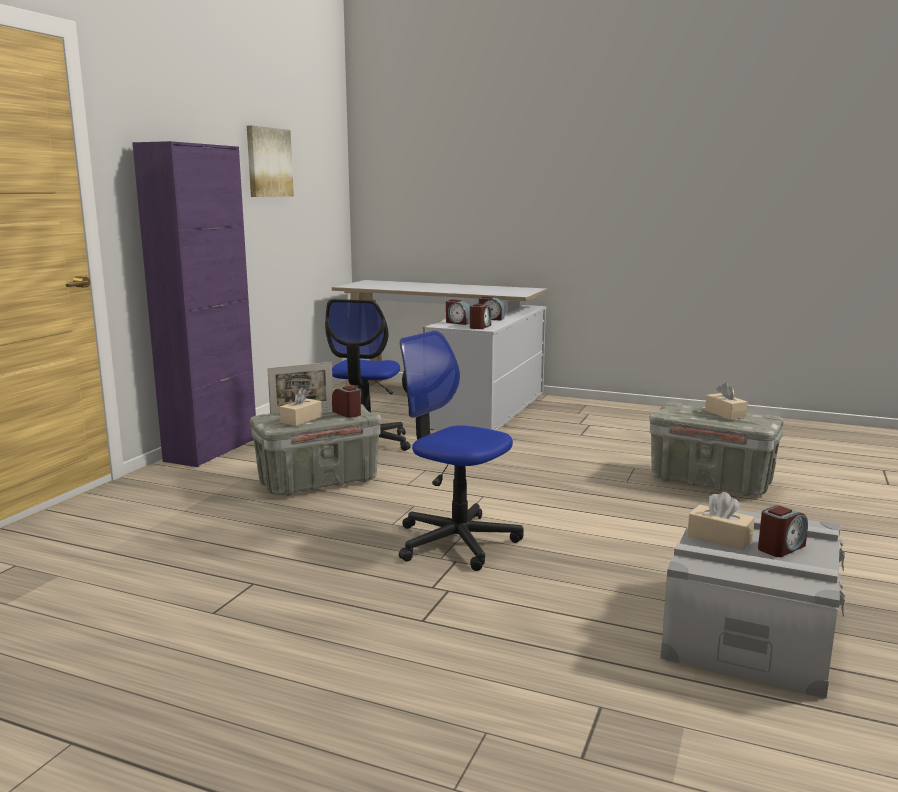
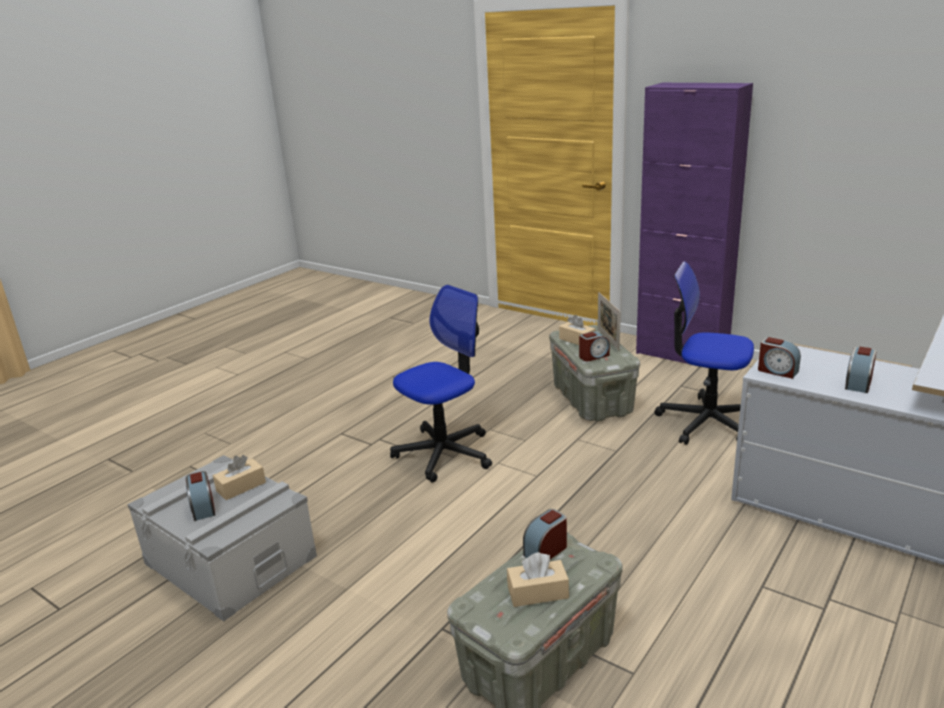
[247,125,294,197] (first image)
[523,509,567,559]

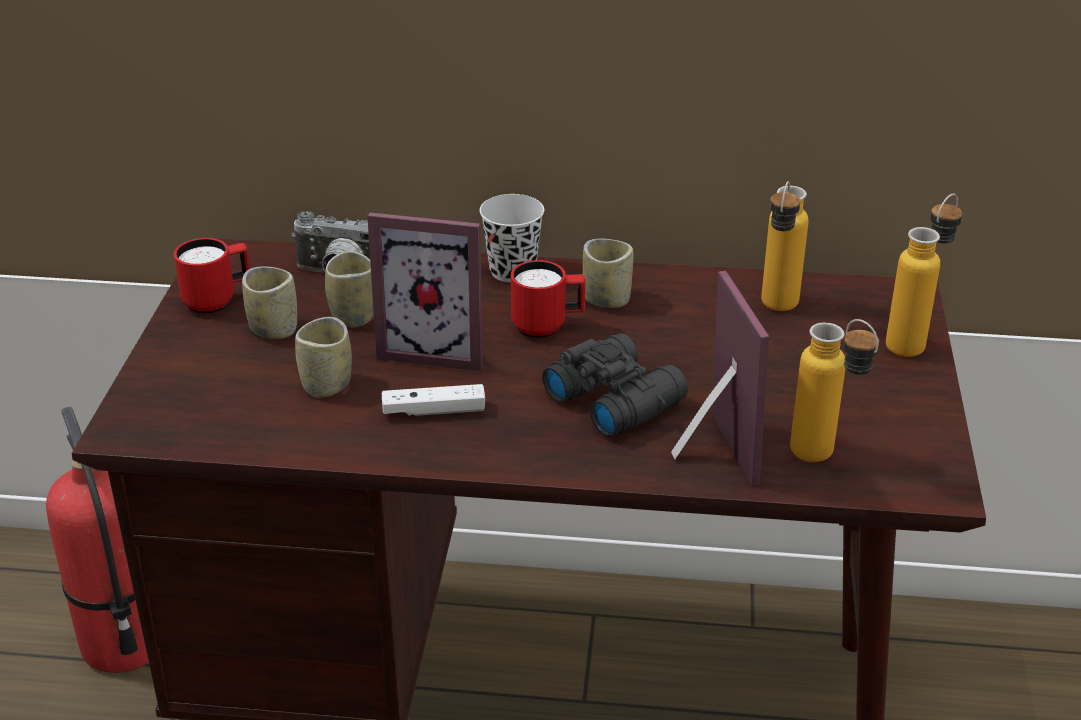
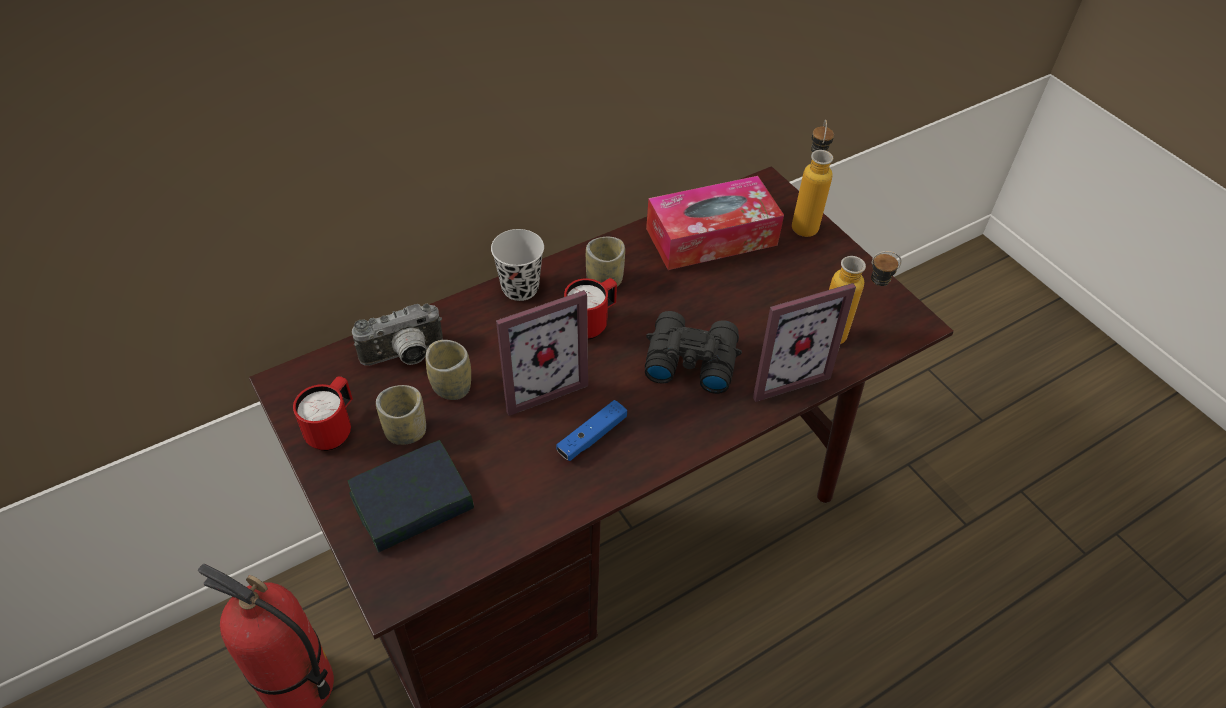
[295,317,352,398] (first image)
[556,400,627,461]
[753,283,856,402]
[646,176,784,270]
[348,440,474,553]

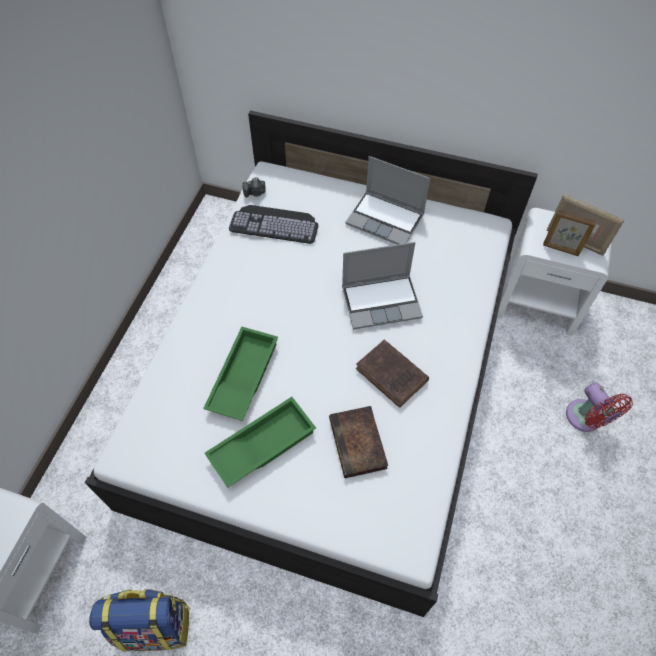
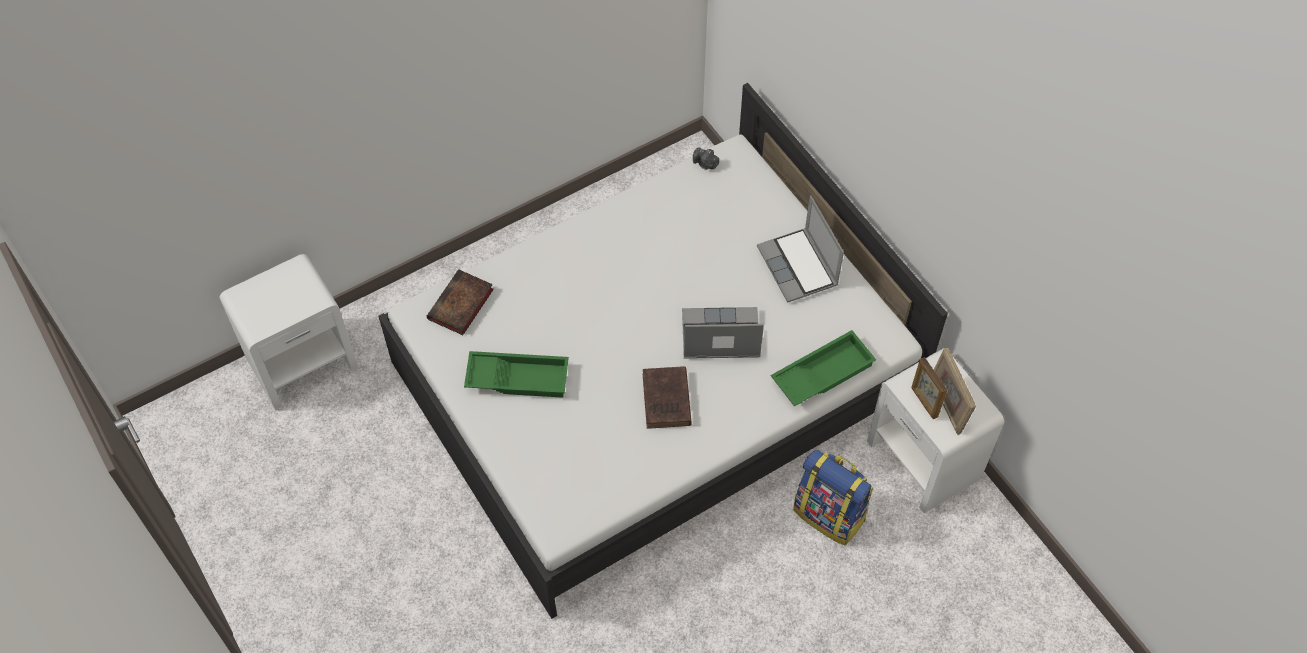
[793,450,873,546]
[771,330,876,406]
[229,205,319,244] (first image)
[427,269,494,335]
[682,307,764,359]
[566,383,633,432] (first image)

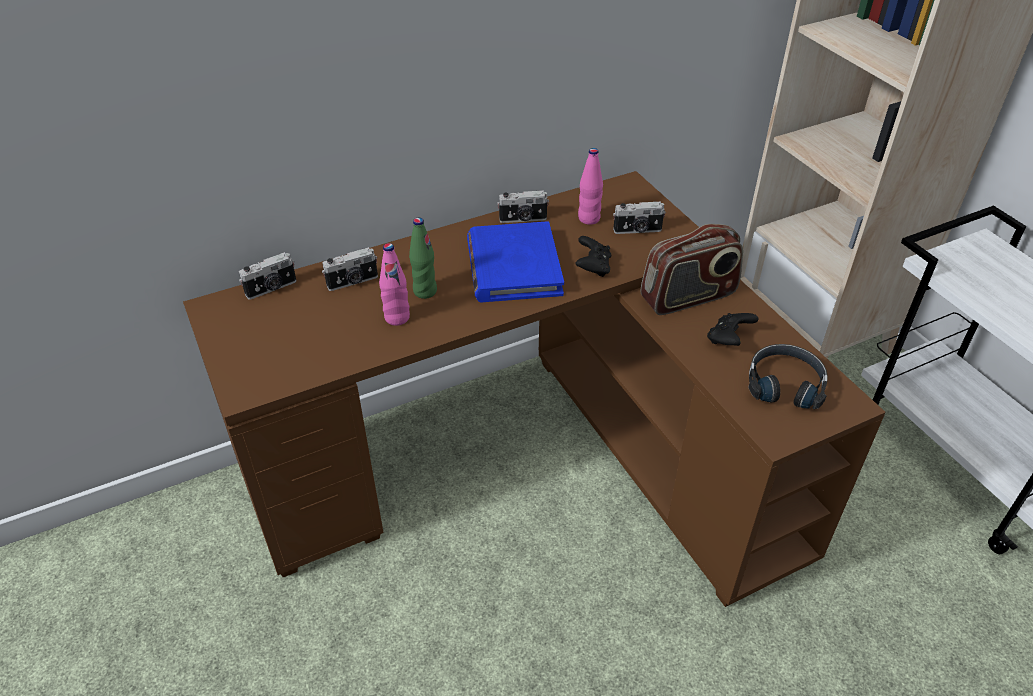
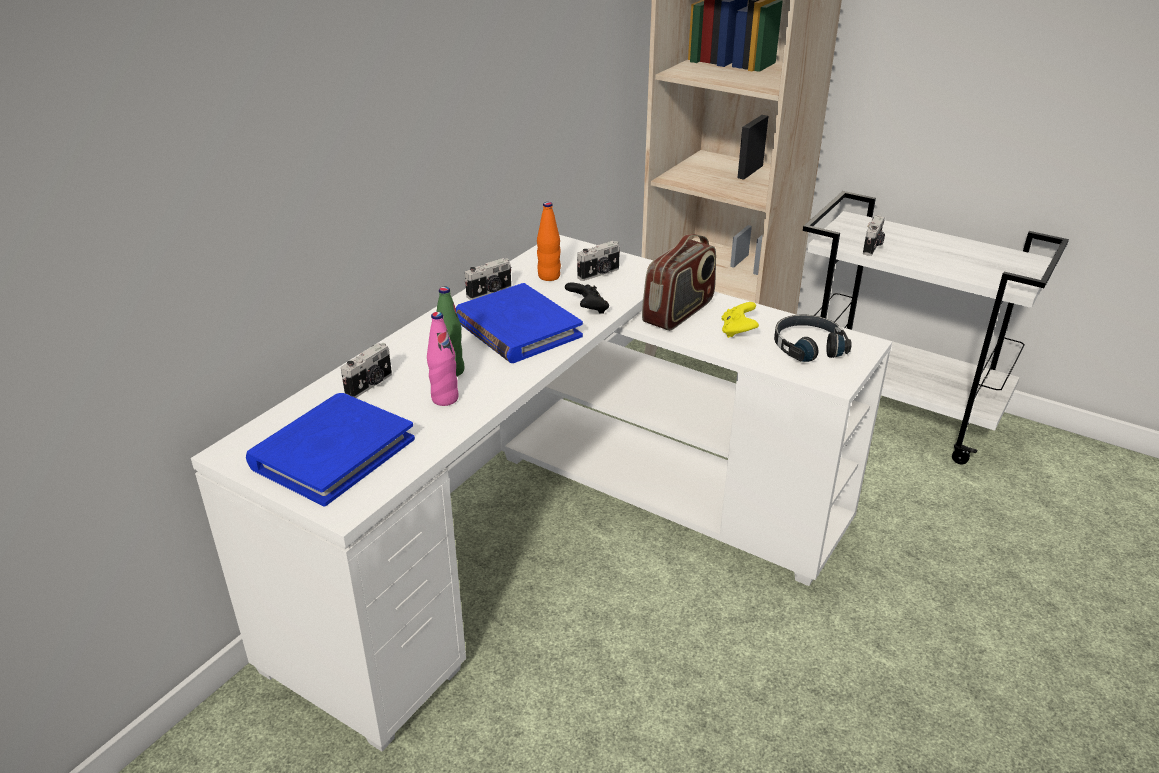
[191,235,892,751]
[863,215,885,256]
[537,202,561,281]
[722,302,759,338]
[246,393,415,506]

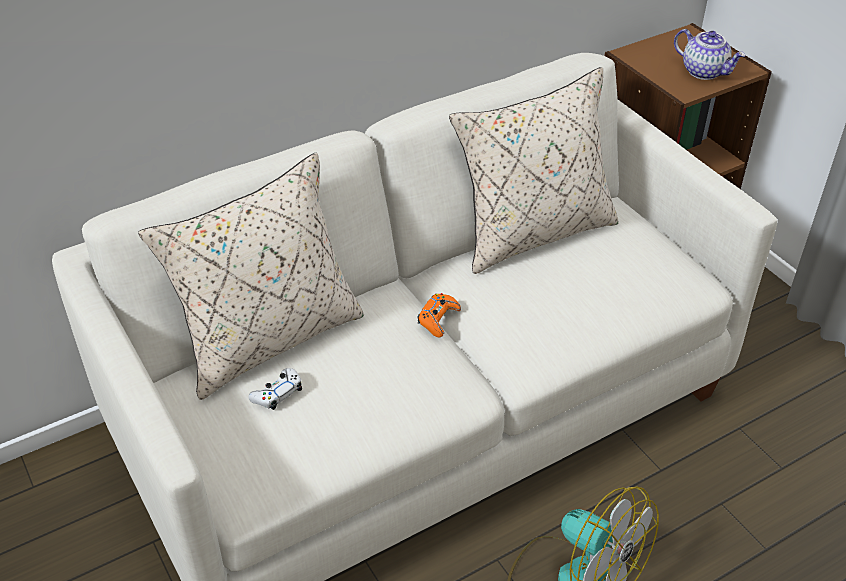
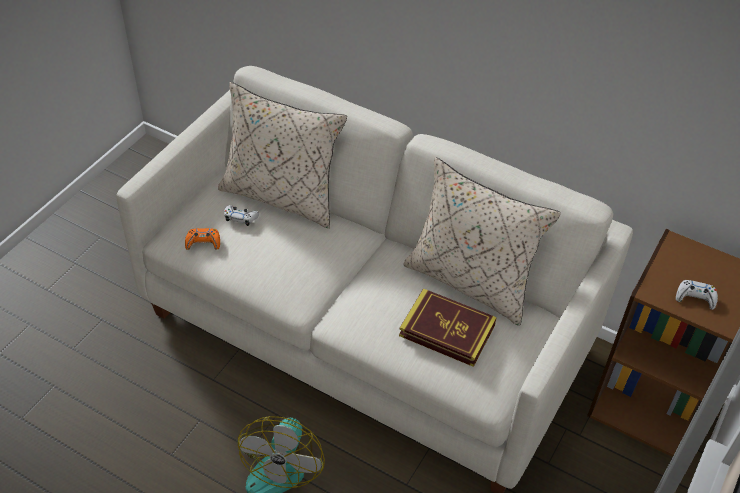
[185,228,220,250]
[676,280,718,310]
[399,288,497,367]

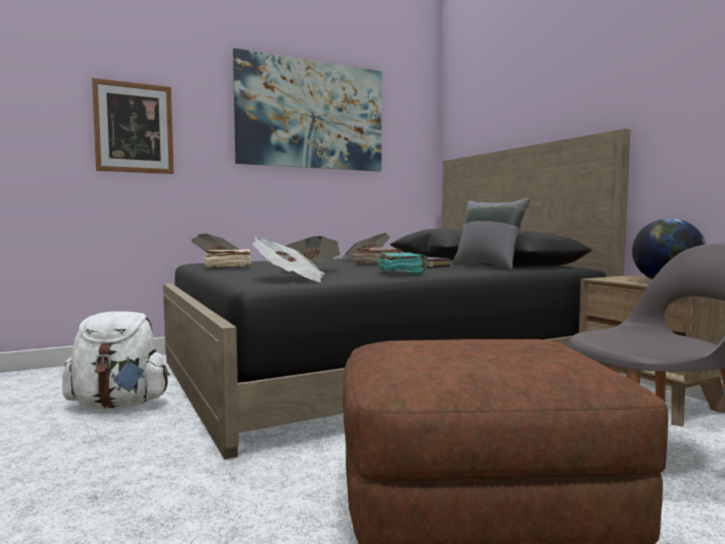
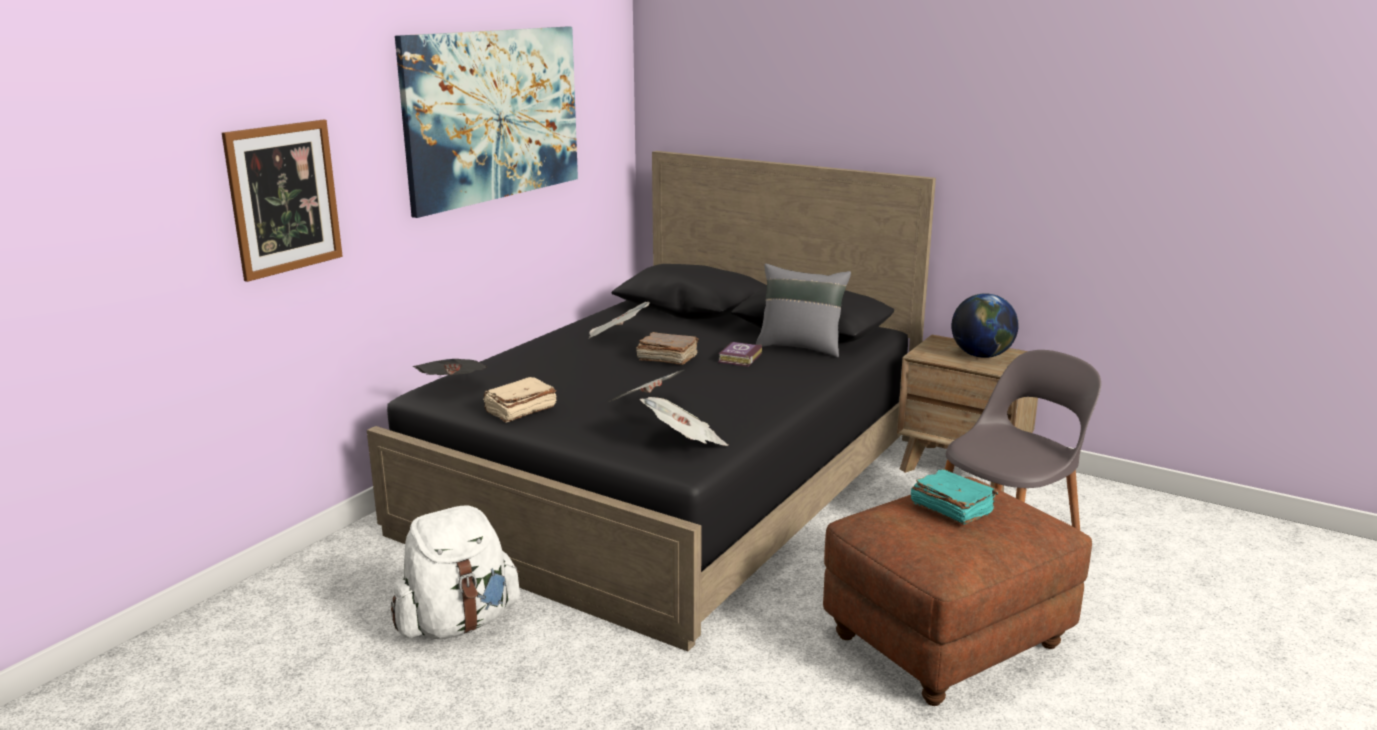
[911,469,998,525]

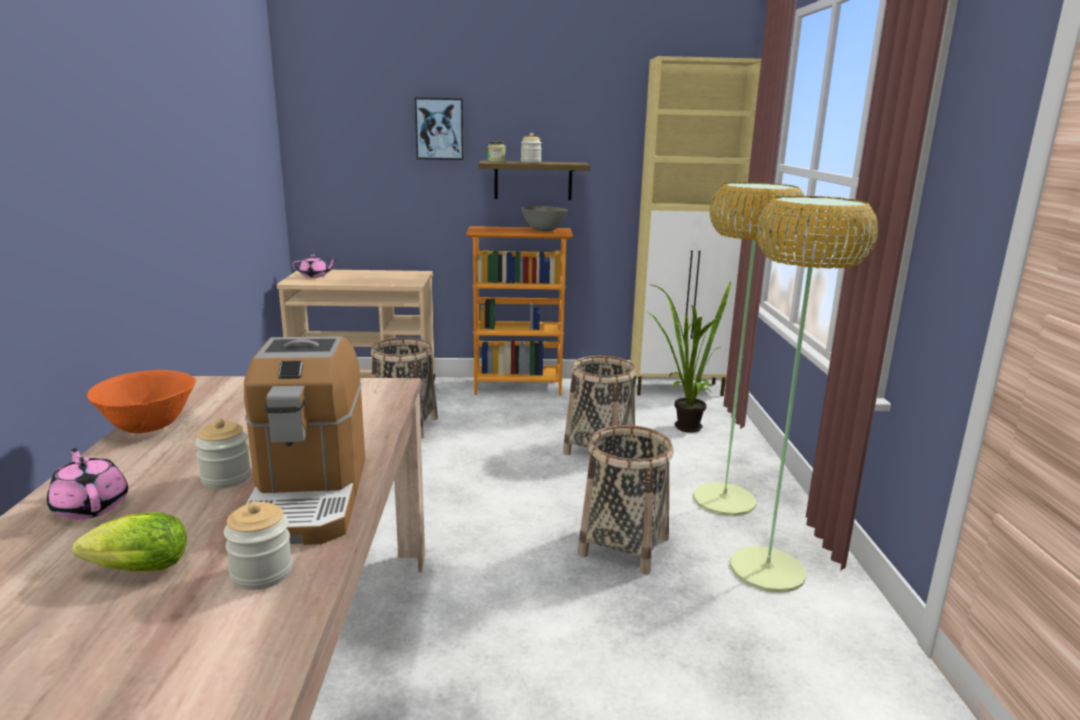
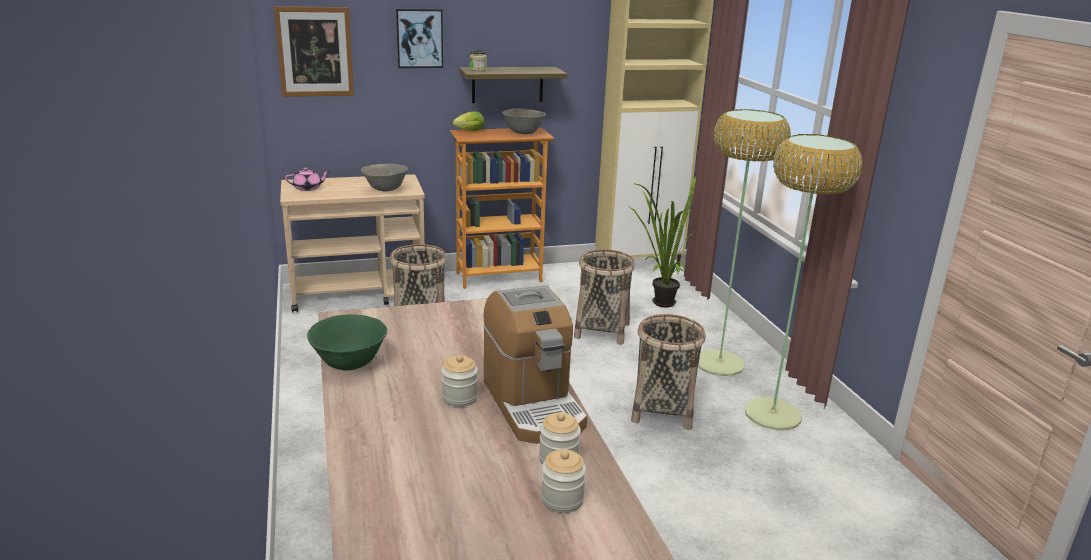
[47,448,128,520] (first image)
[453,111,484,131]
[307,314,387,371]
[541,449,586,513]
[274,6,354,97]
[361,164,408,192]

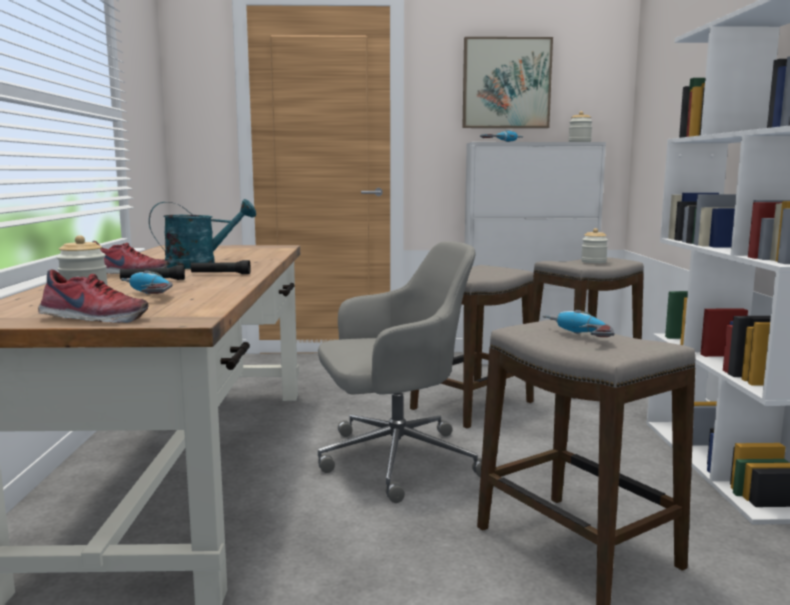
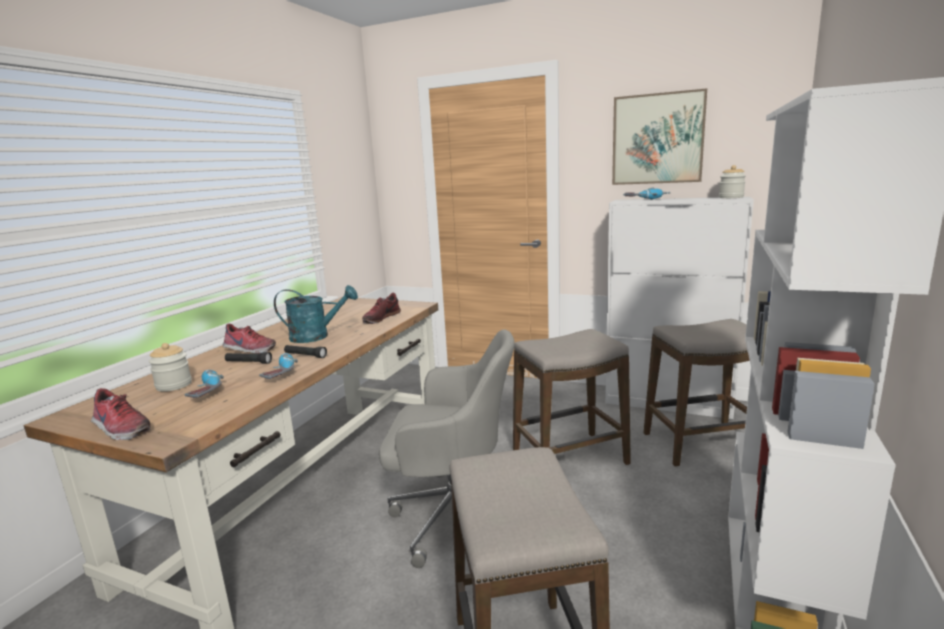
[259,353,298,379]
[581,228,608,263] (first image)
[362,292,401,324]

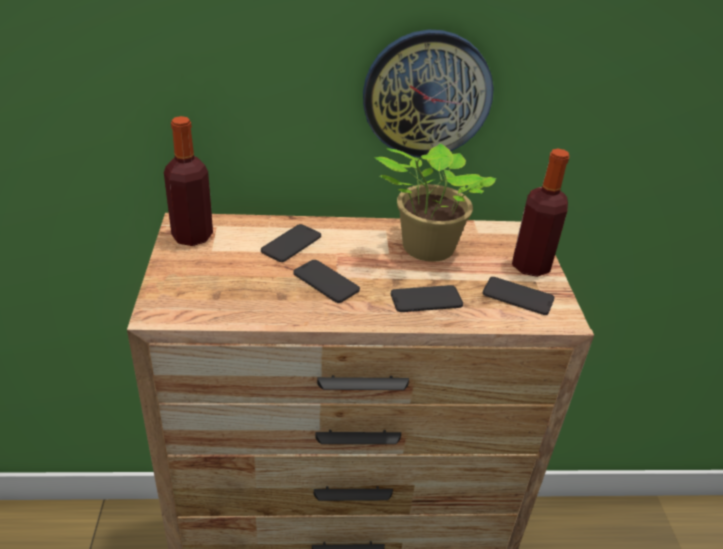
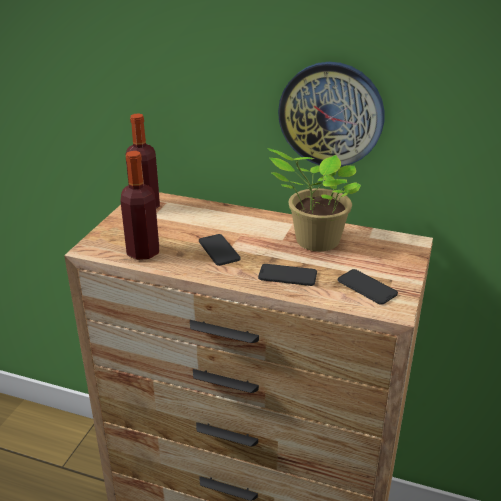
[261,224,321,262] (first image)
[120,151,159,260]

